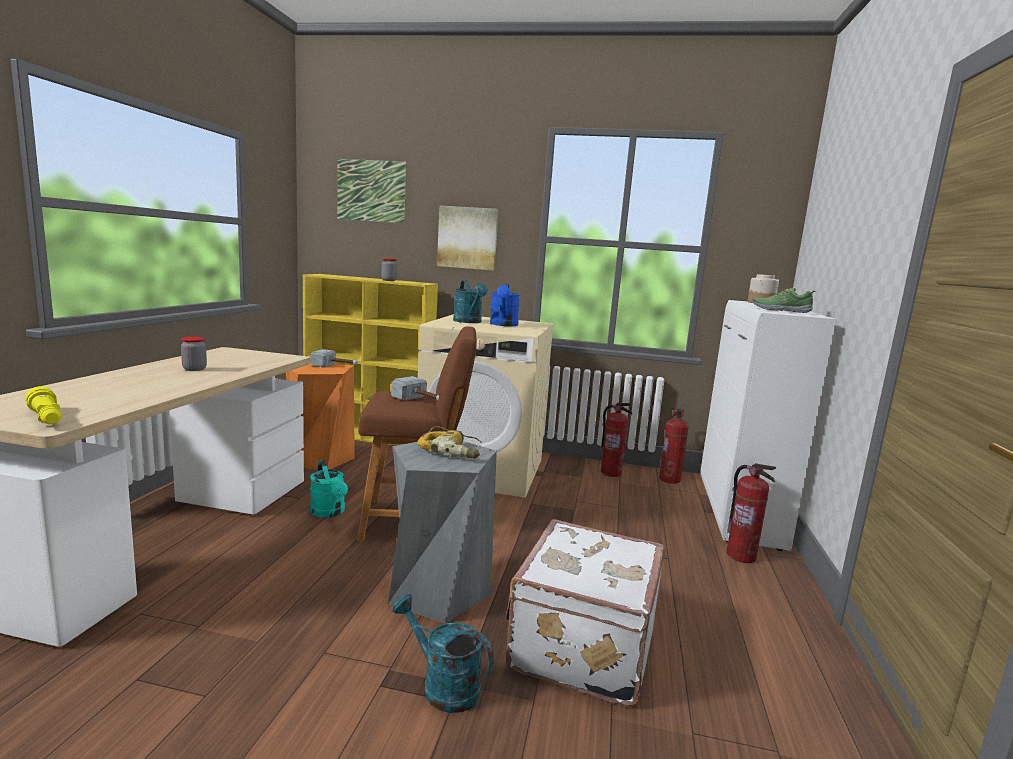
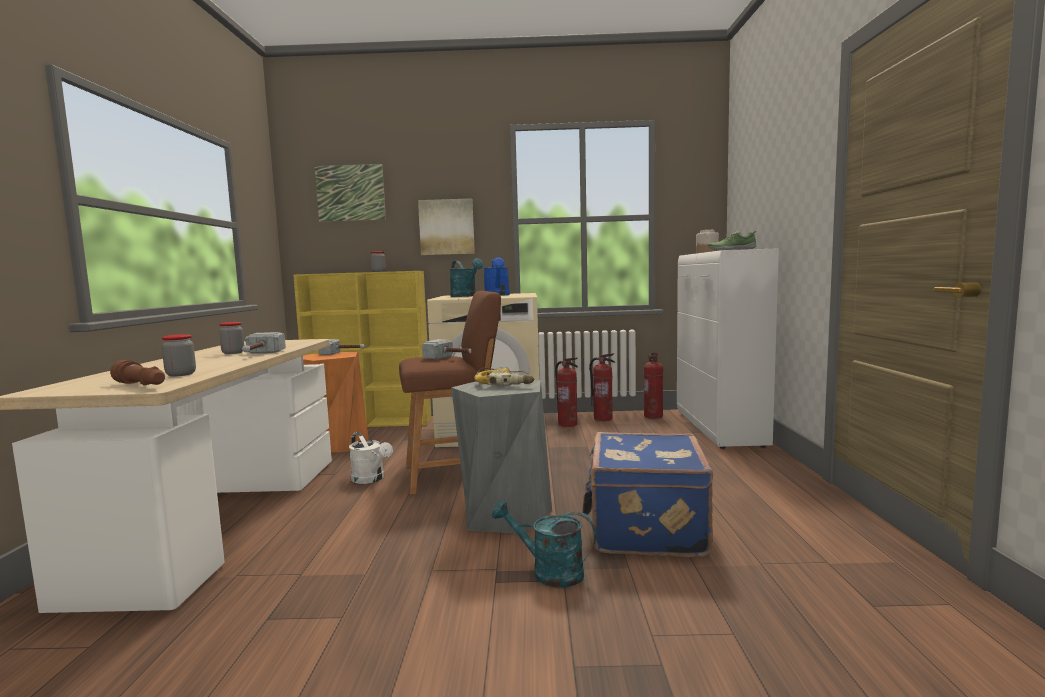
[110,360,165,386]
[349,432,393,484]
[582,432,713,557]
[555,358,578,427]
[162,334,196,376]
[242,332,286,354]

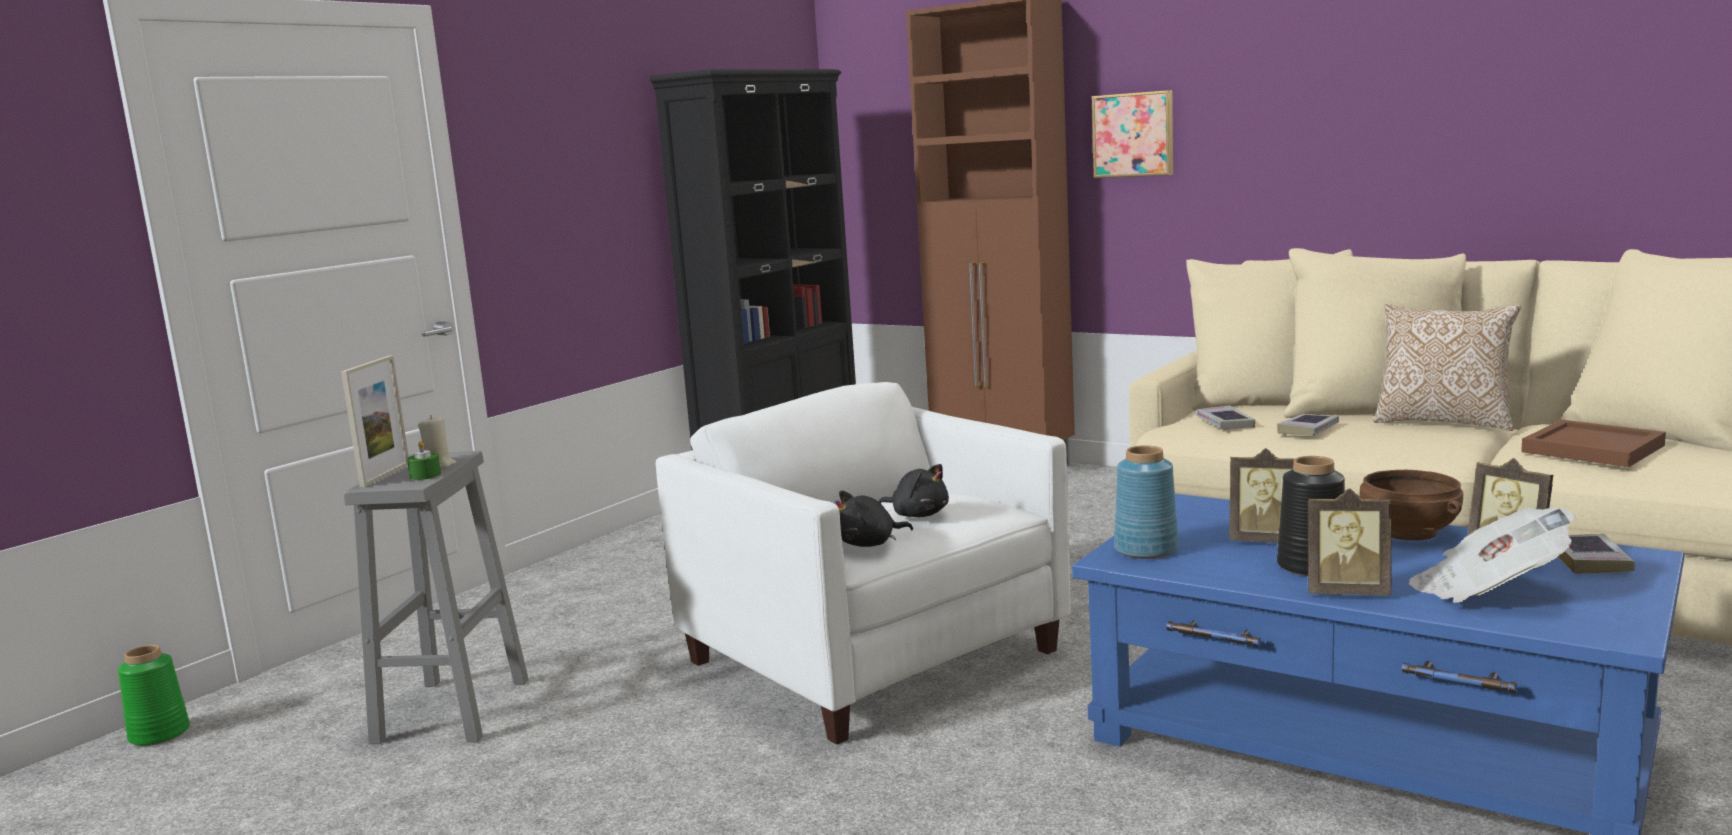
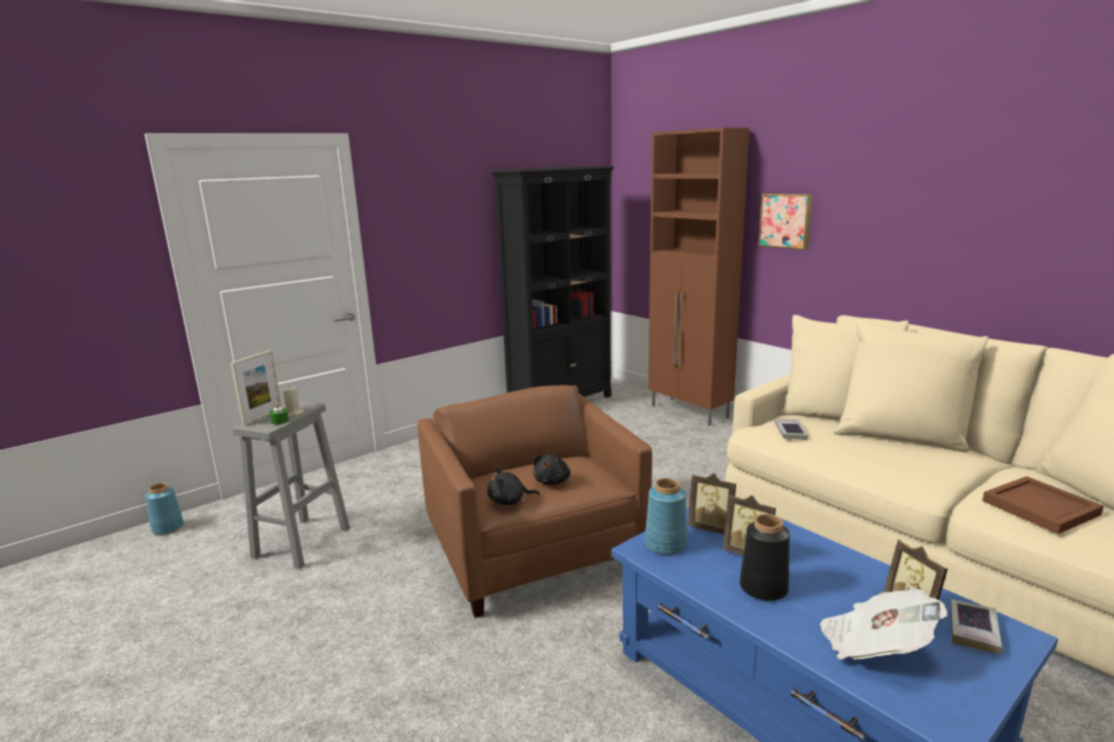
[145,483,184,535]
[417,385,652,618]
[533,454,571,485]
[1277,414,1339,435] (first image)
[688,473,736,535]
[1360,470,1463,540] (first image)
[1373,304,1521,431] (first image)

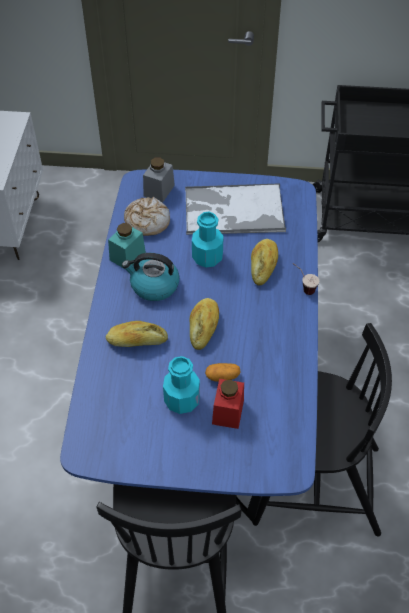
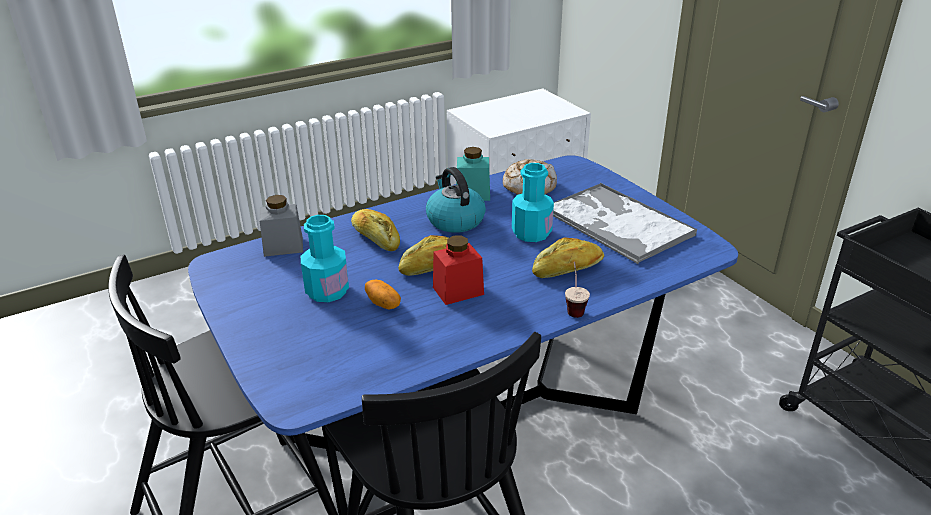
[260,195,303,257]
[433,235,484,305]

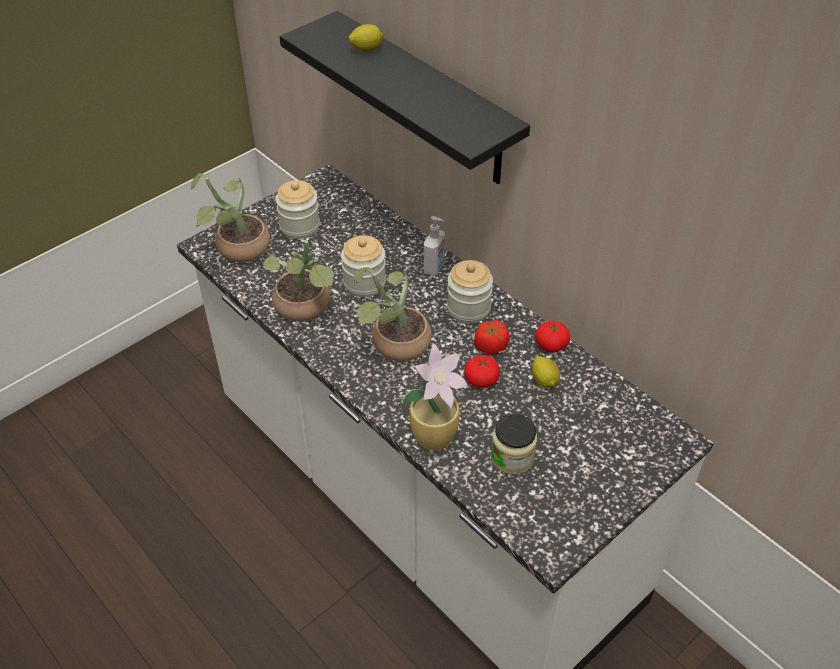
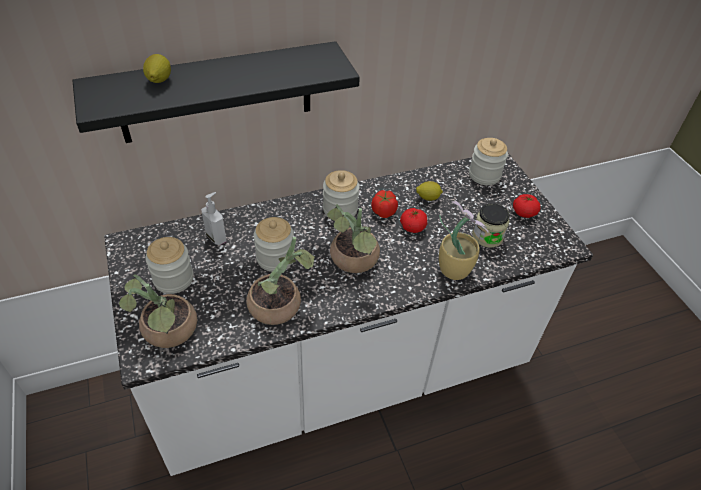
[201,192,226,245]
[513,194,540,218]
[469,138,508,185]

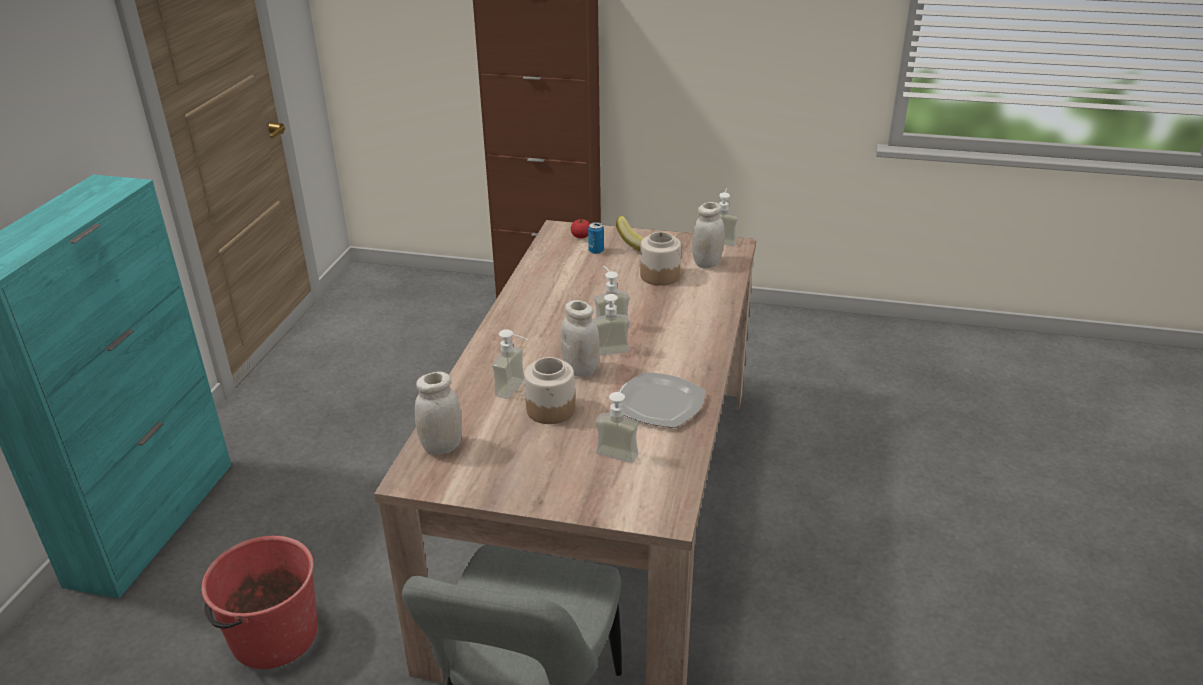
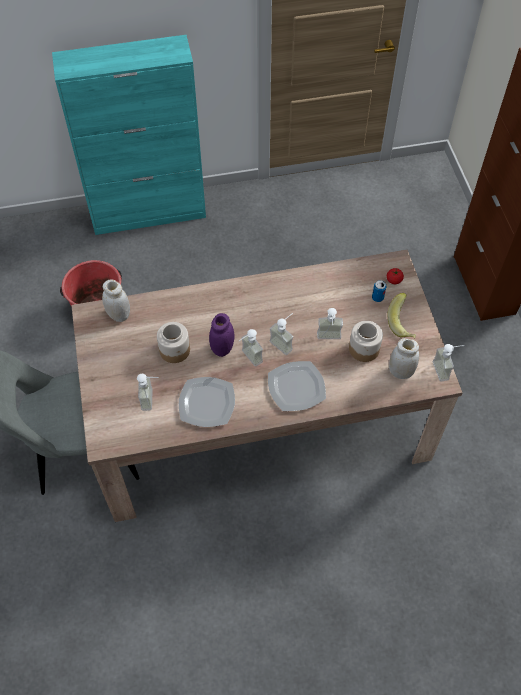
[317,308,343,339]
[209,313,234,357]
[268,361,326,411]

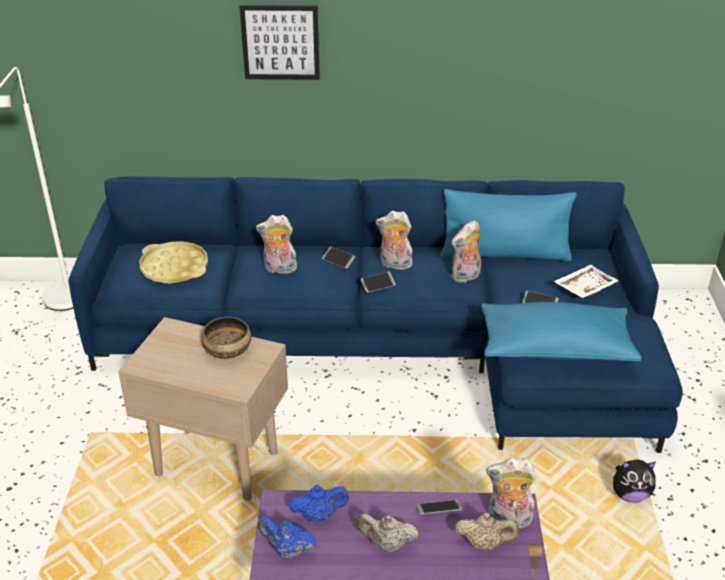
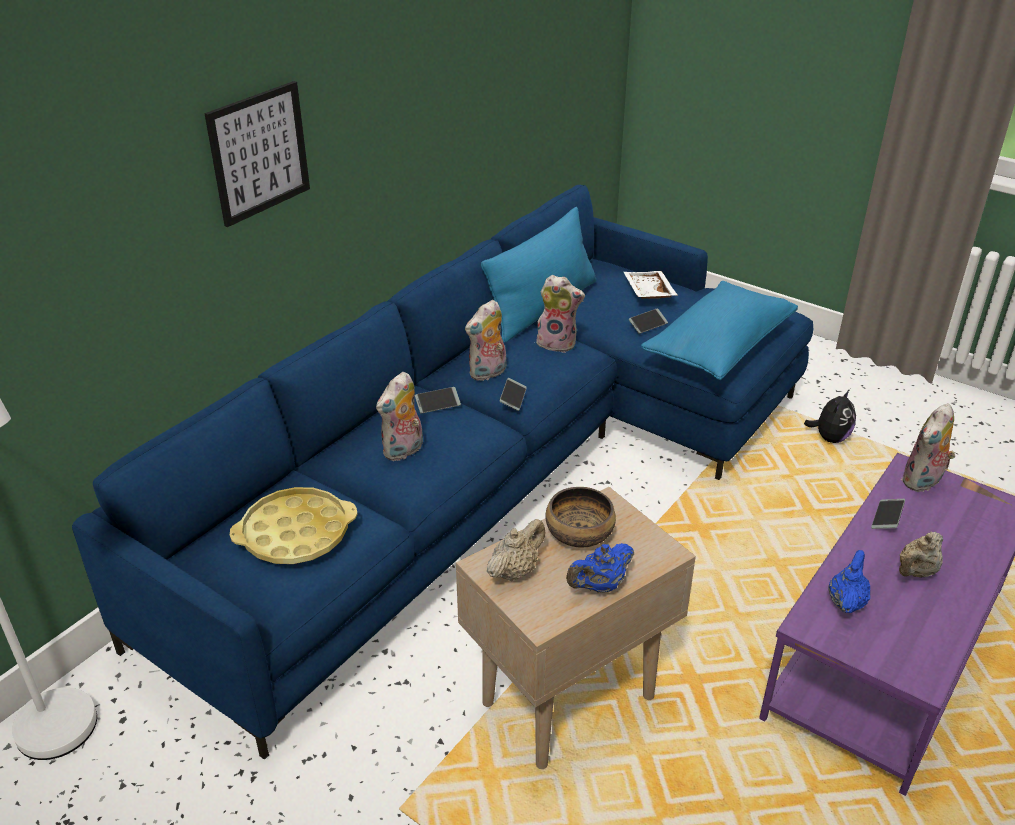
[566,543,634,593]
[533,275,585,353]
[487,519,546,581]

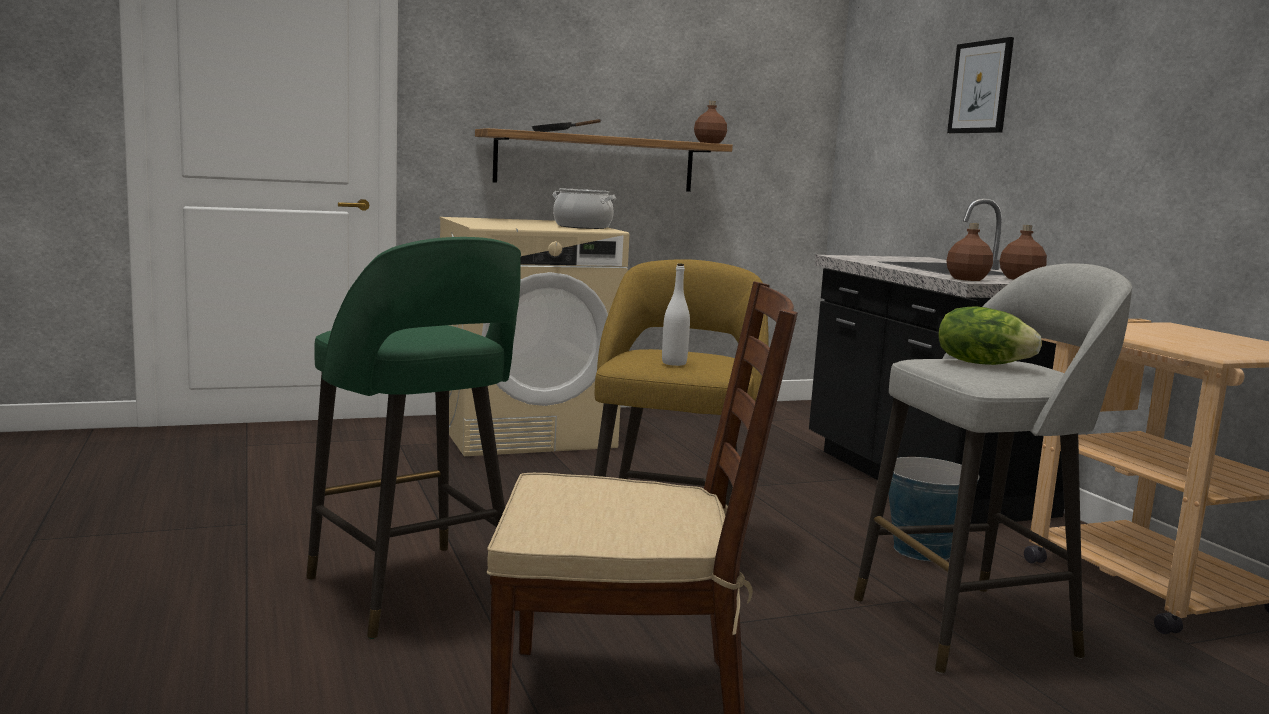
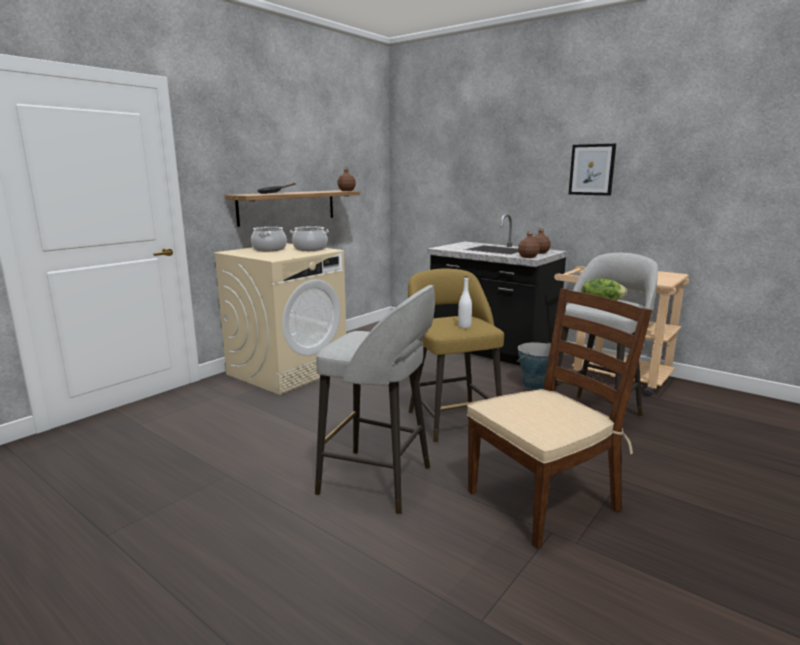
[315,285,435,515]
[569,144,616,196]
[251,227,287,251]

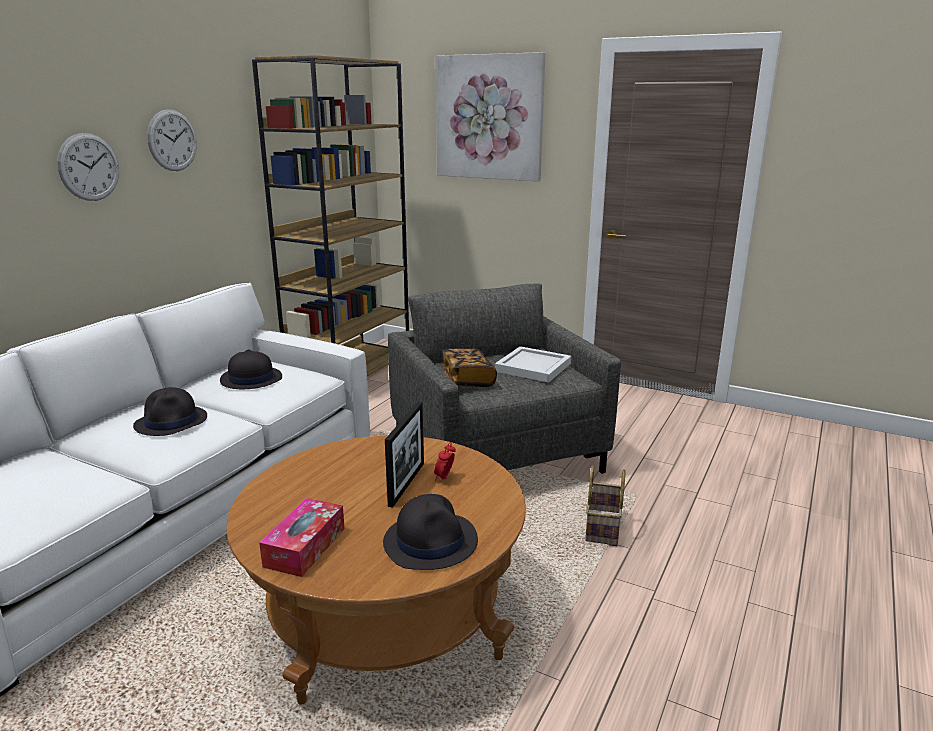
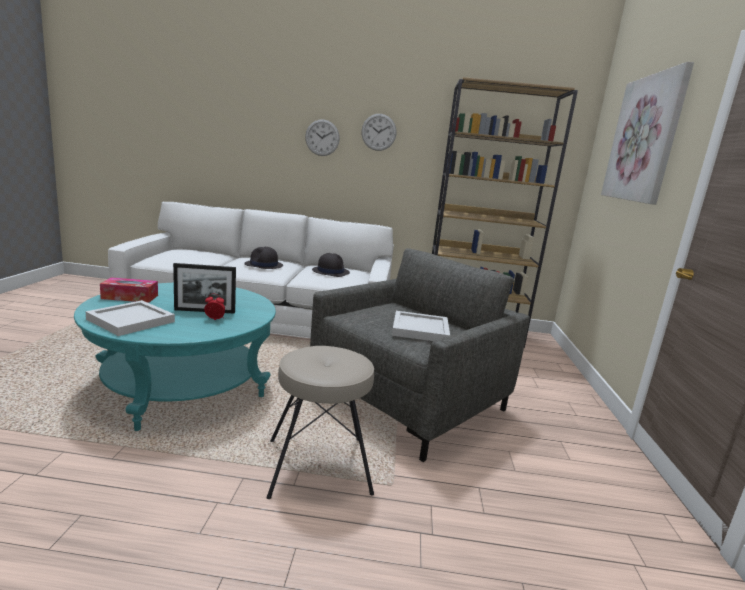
[74,283,276,431]
[85,300,175,336]
[441,349,497,387] (first image)
[267,346,374,499]

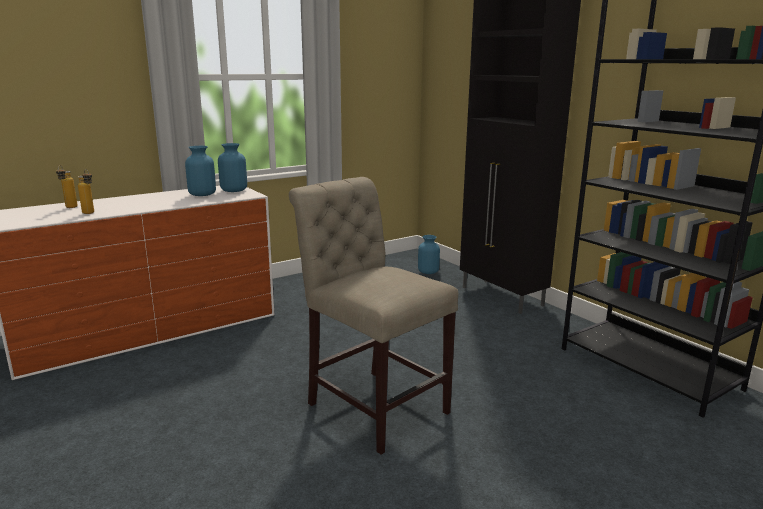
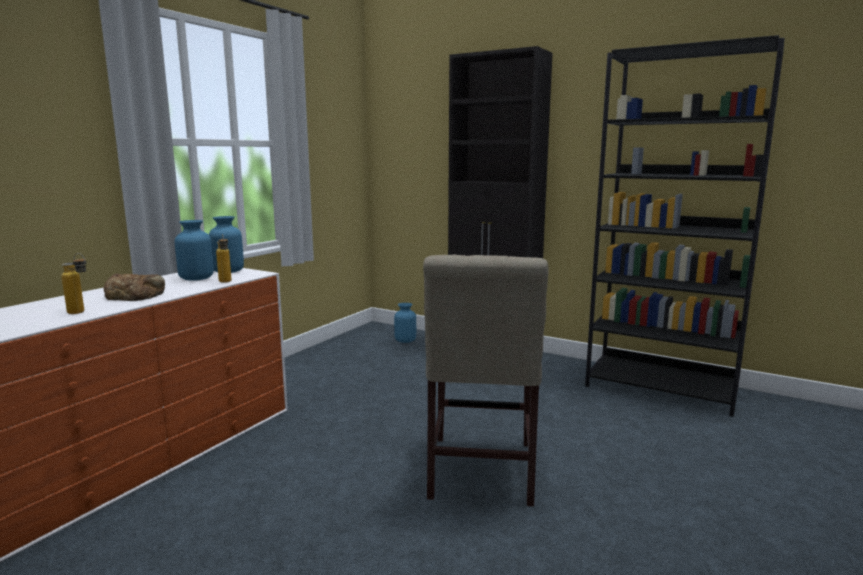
[216,234,231,283]
[423,255,549,507]
[103,273,165,301]

